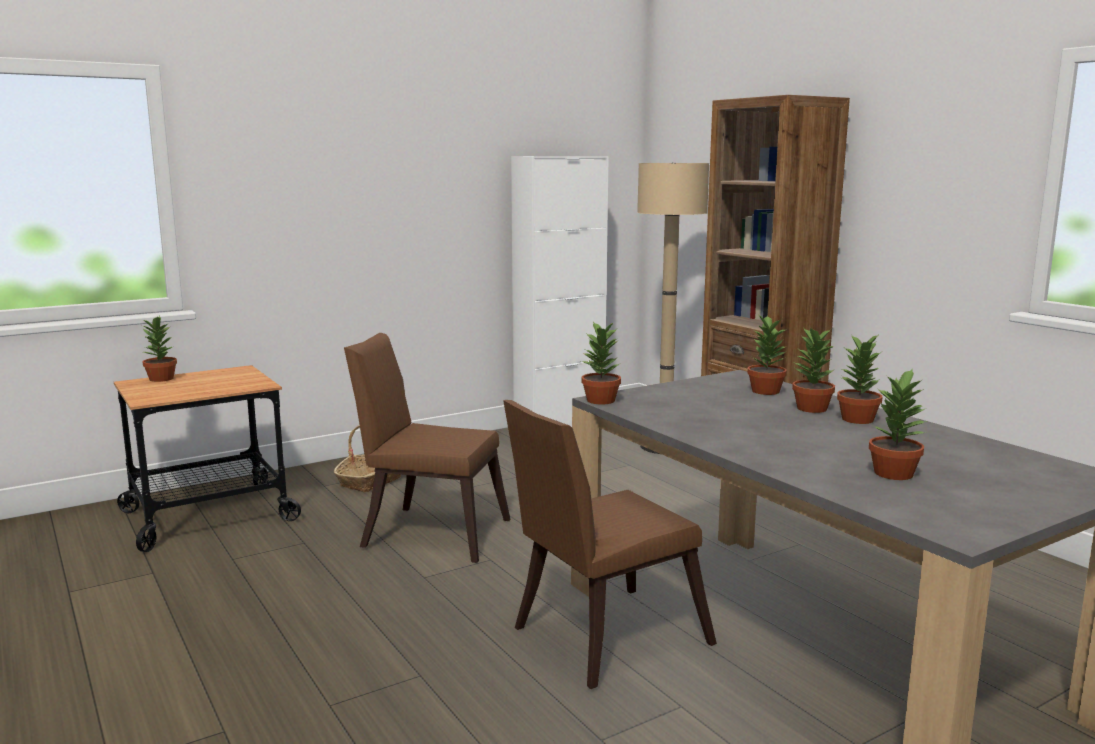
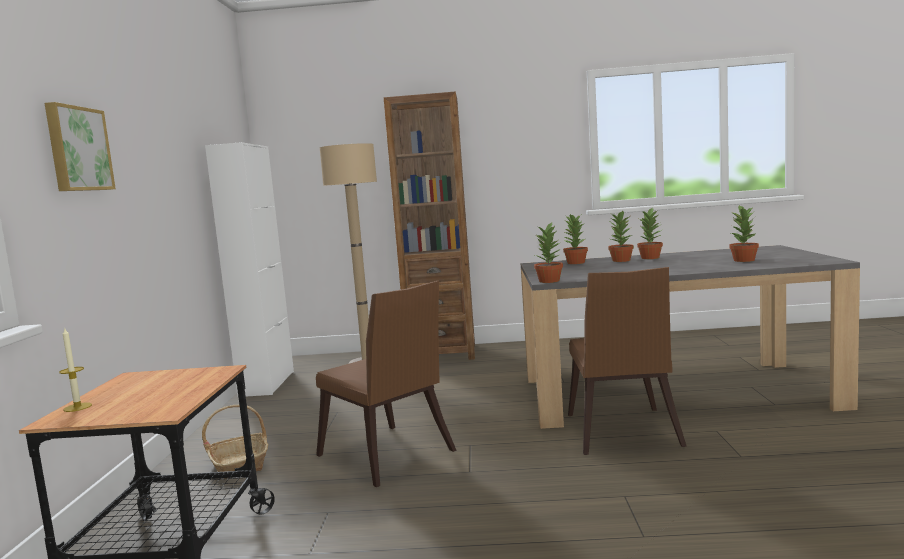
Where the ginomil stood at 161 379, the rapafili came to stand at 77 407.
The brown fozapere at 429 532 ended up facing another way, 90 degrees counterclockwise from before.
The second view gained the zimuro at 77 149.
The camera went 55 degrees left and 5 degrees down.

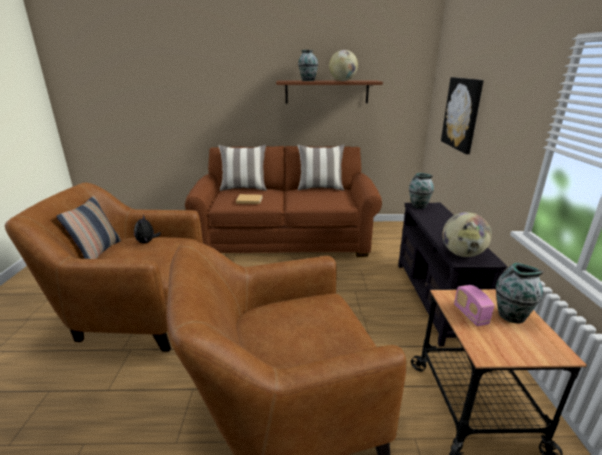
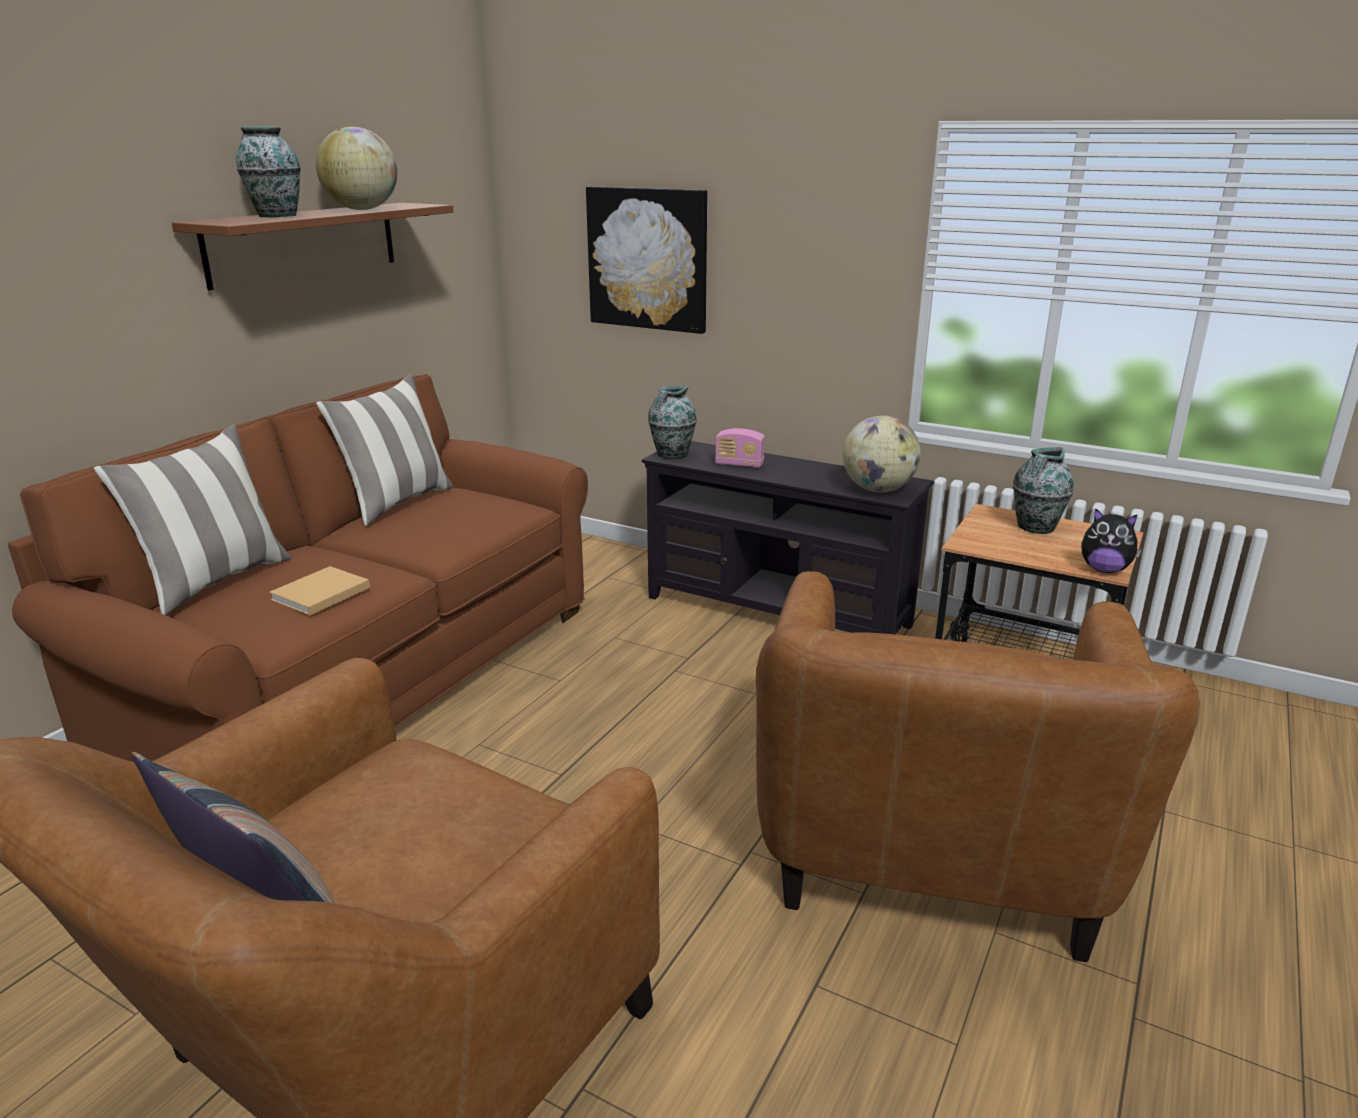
The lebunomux ended up elsewhere, having gone from 147 242 to 1104 570.
The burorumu ended up elsewhere, having gone from 470 315 to 739 464.
The camera went 60 degrees left and 0 degrees up.

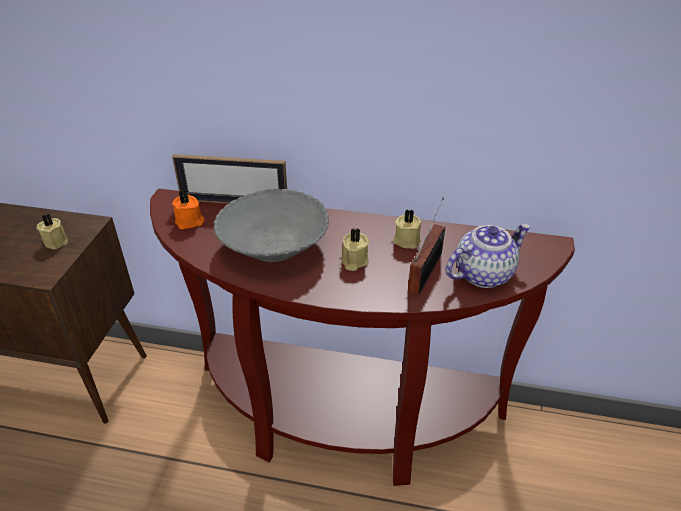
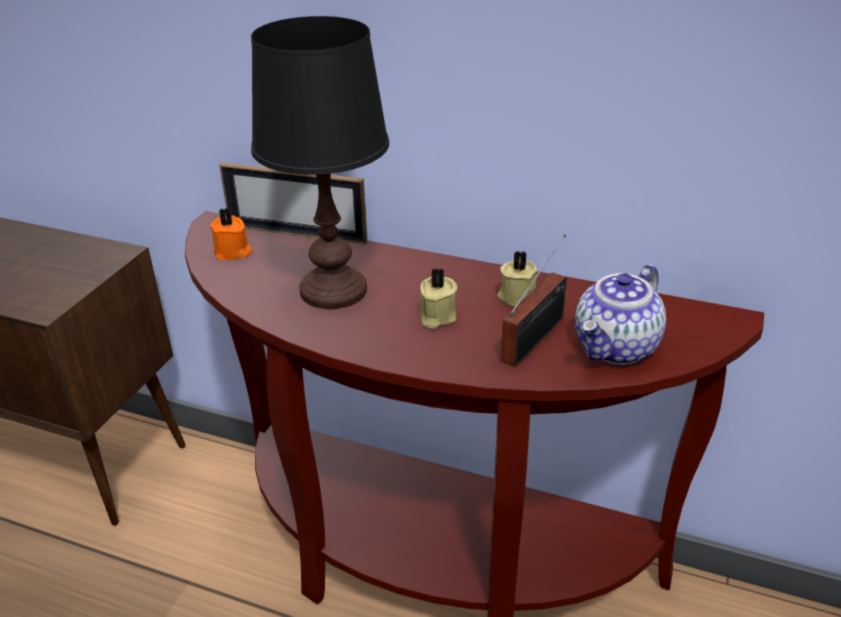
The second view lost the beige rapafili at 57 241.
Where the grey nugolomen stood at 274 246, the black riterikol came to stand at 333 290.
The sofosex at 483 273 ended up facing another way, 150 degrees clockwise from before.
The camera went 10 degrees right and 5 degrees down.

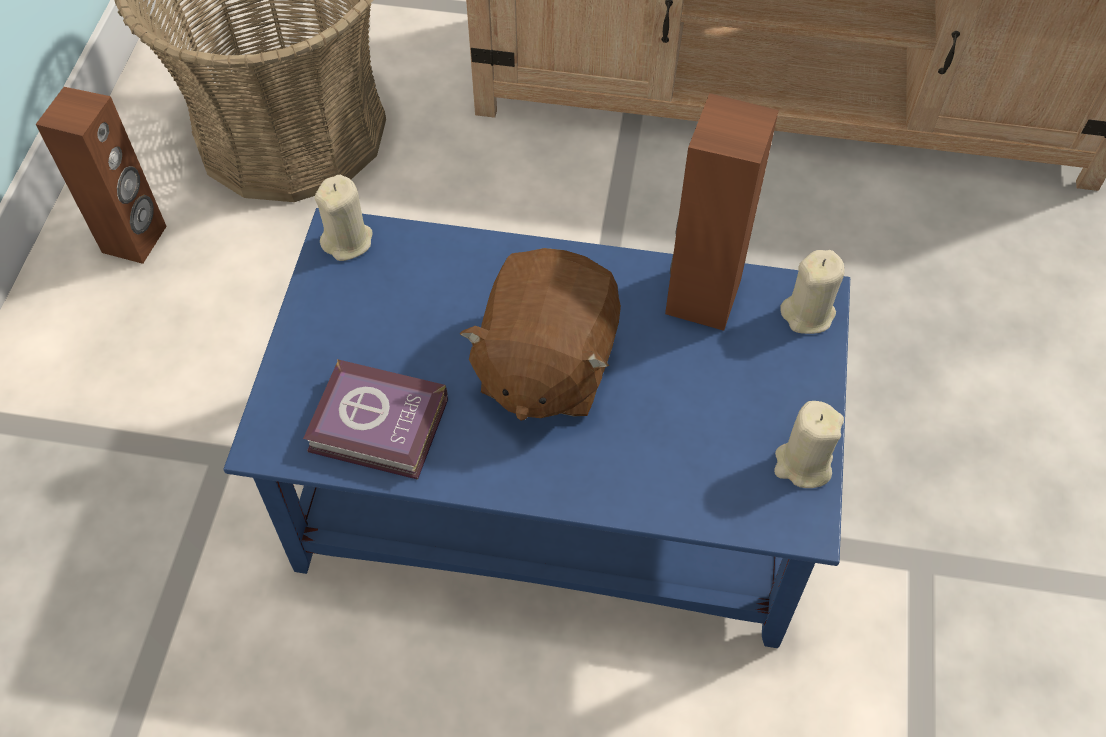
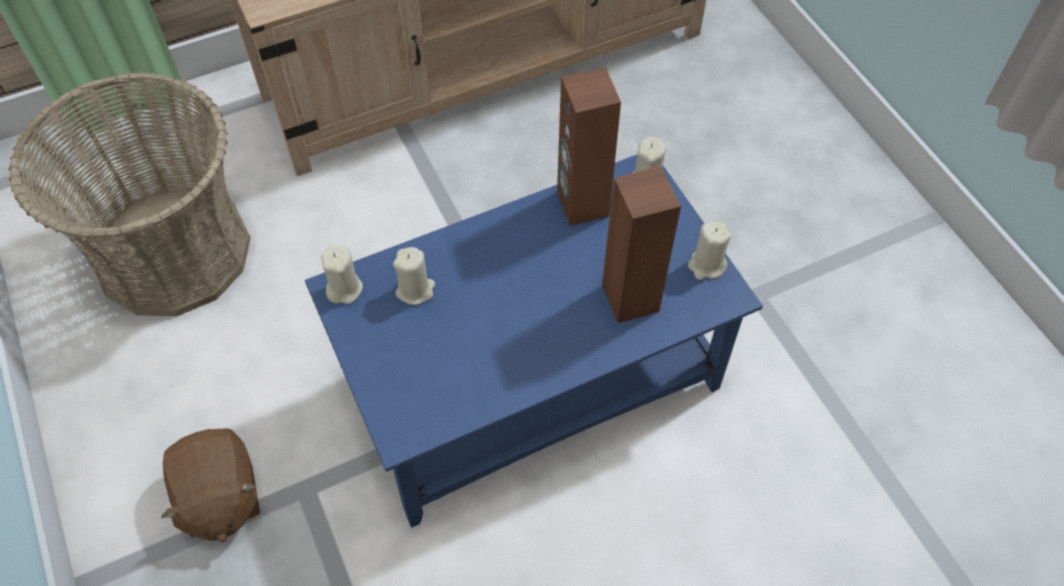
The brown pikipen ended up elsewhere, having gone from 135 239 to 631 298.
The second view lost the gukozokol at 381 428.
The brown lebunomux ended up elsewhere, having gone from 545 366 to 219 498.
The second view gained the beige rapafili at 415 290.
The camera went 35 degrees left and 0 degrees up.

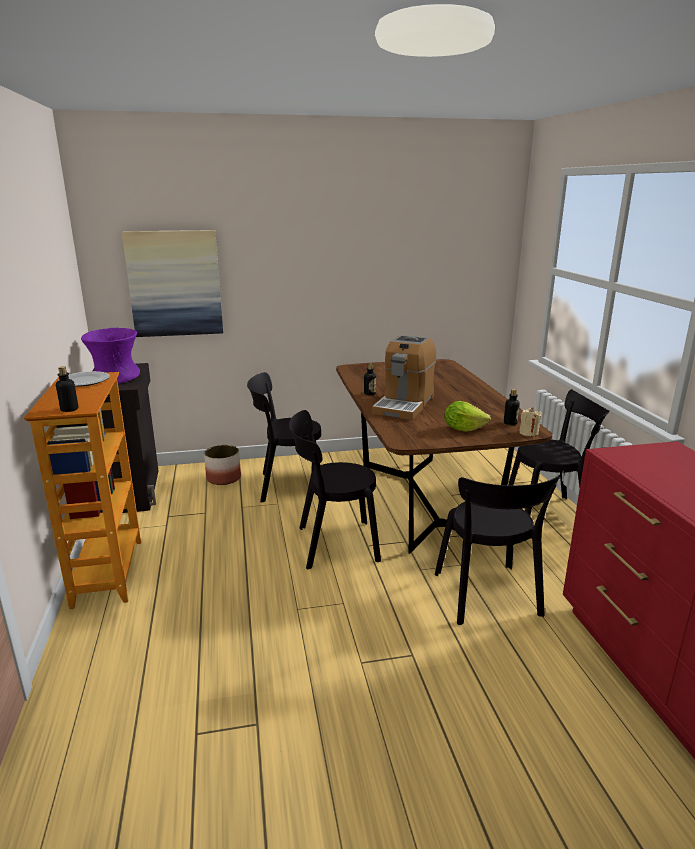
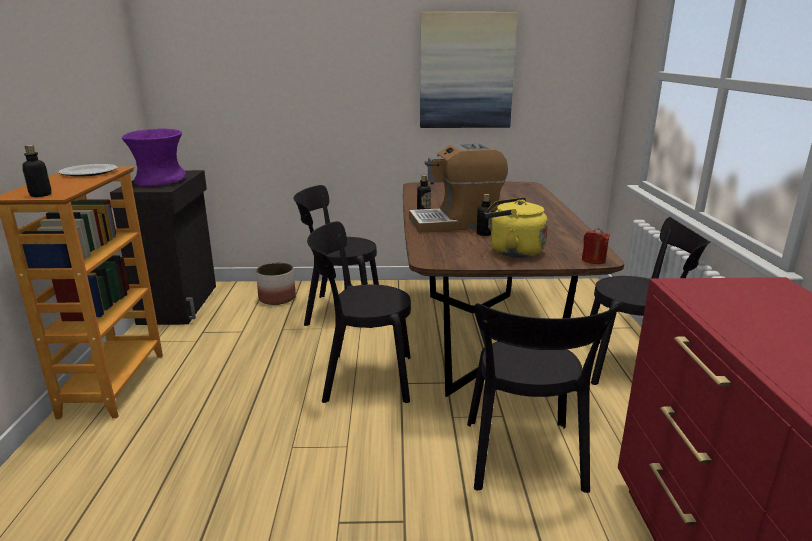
The zimuro ended up elsewhere, having gone from 175 284 to 466 71.
The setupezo at 404 405 ended up facing another way, 45 degrees clockwise from before.
Where the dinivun stood at 463 429, the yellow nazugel came to stand at 512 251.
The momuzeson ended up elsewhere, having gone from 510 423 to 484 234.
What was the beige rapafili at 528 433 turned into the red rapafili at 593 260.
The camera went 10 degrees right and 0 degrees up.

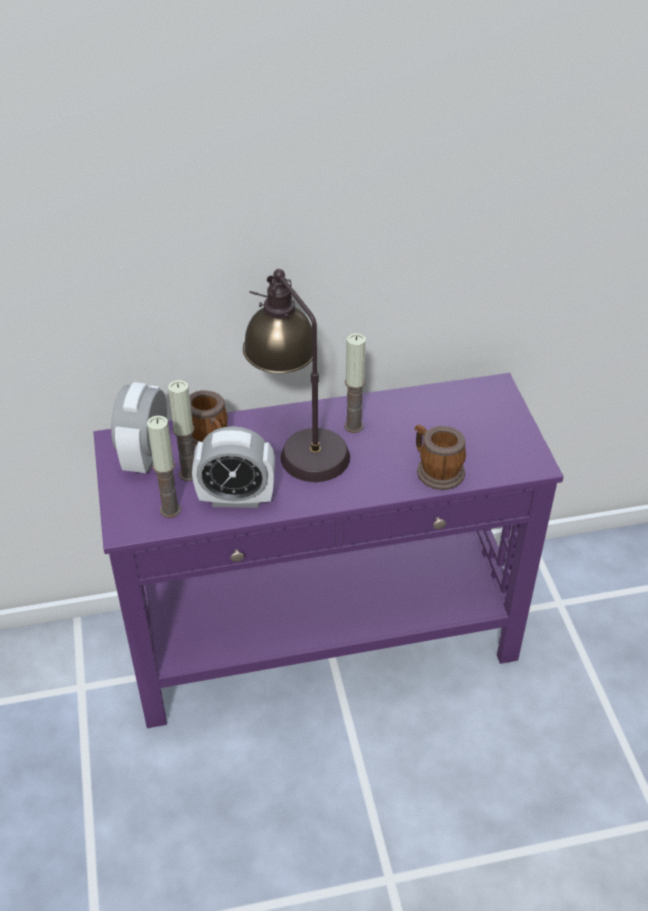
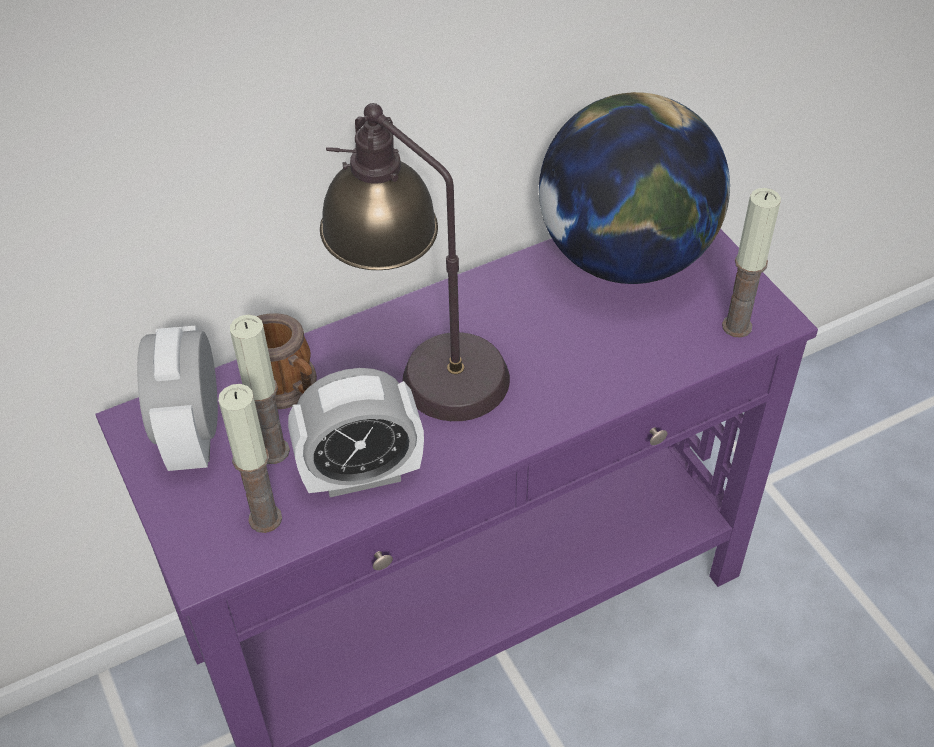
The rapafili ended up elsewhere, having gone from 354 426 to 737 326.
The second view lost the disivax at 436 470.
The second view gained the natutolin at 625 257.
The camera went 15 degrees left and 5 degrees up.

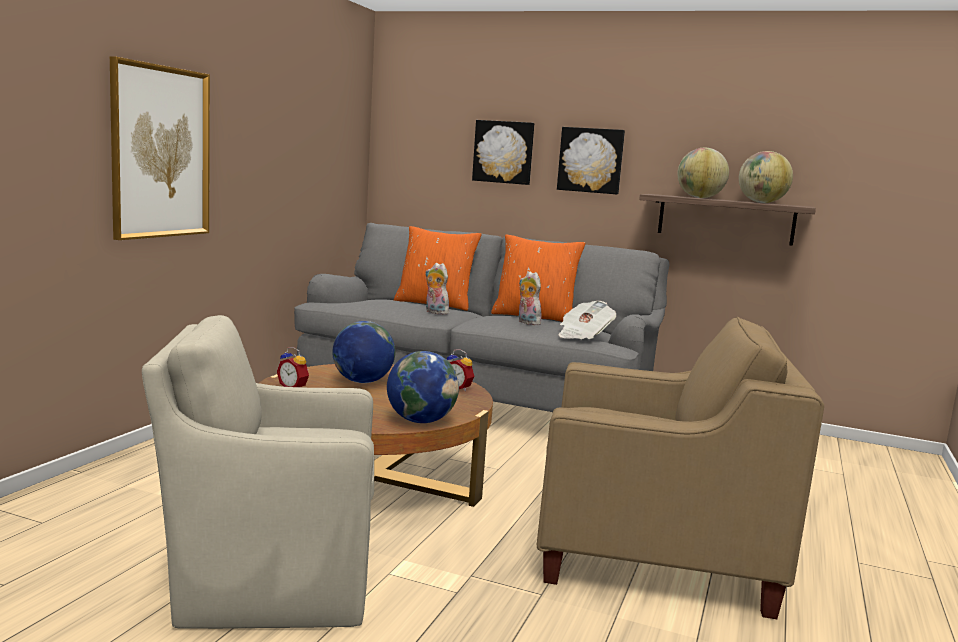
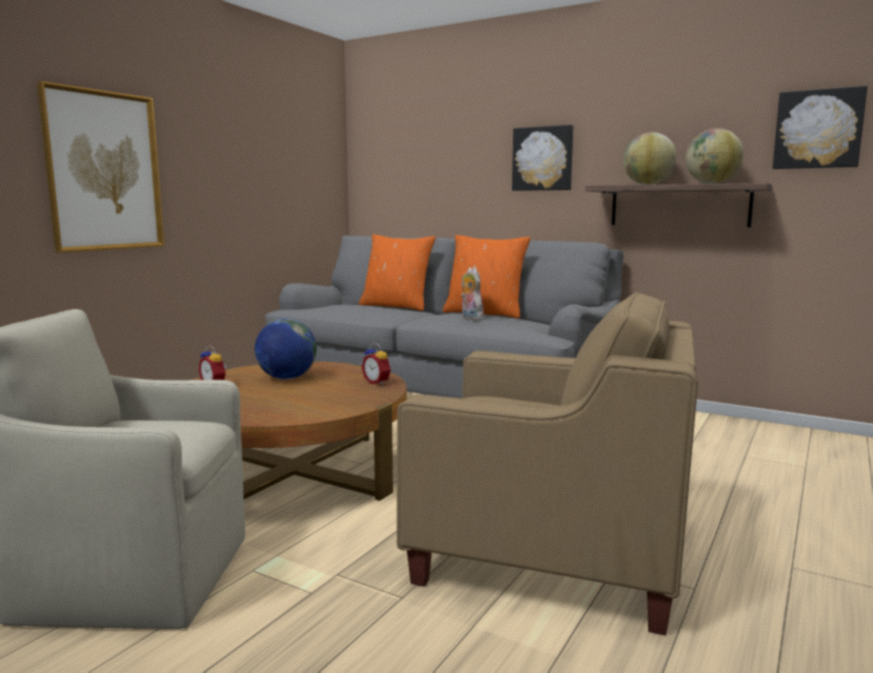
The second view lost the natutolin at 420 421.
The second view lost the lebunomux at 435 312.
The zimuro ended up elsewhere, having gone from 503 152 to 818 129.
The second view lost the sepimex at 583 335.
The camera went 10 degrees right and 0 degrees up.

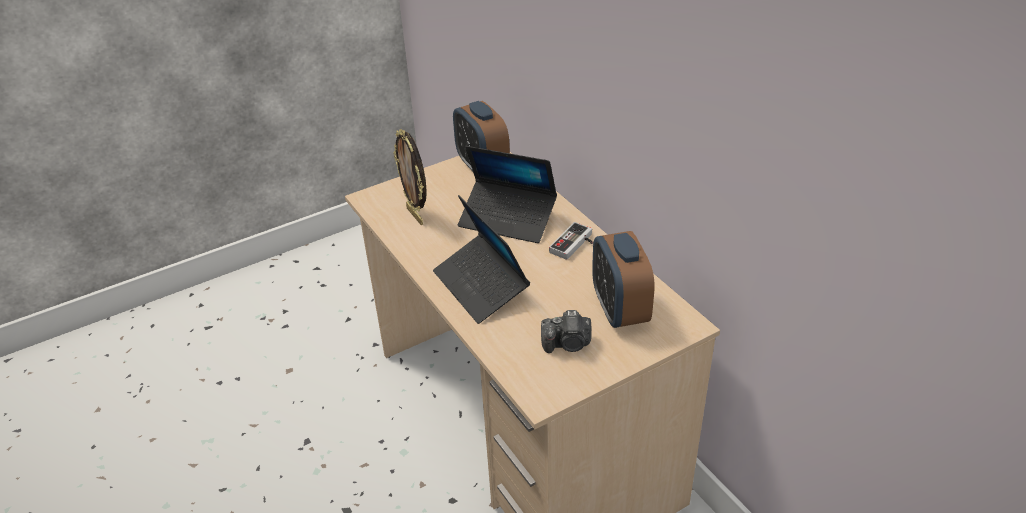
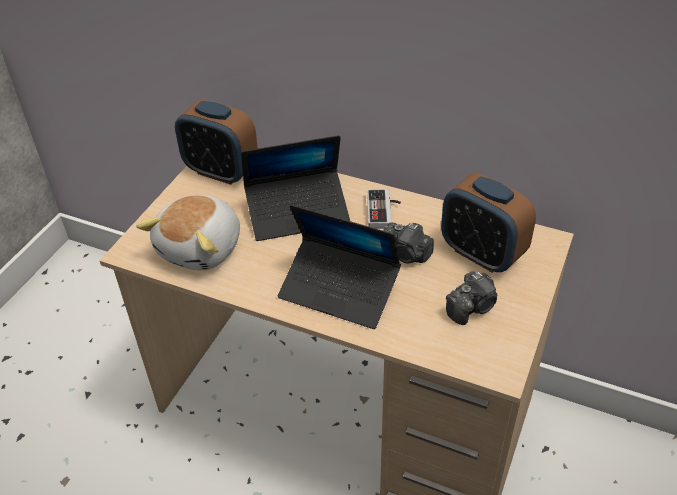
Where the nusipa stood at 416 216, the lebunomux came to stand at 202 248.
The second view gained the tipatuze at 406 255.
The camera went 35 degrees left and 5 degrees up.

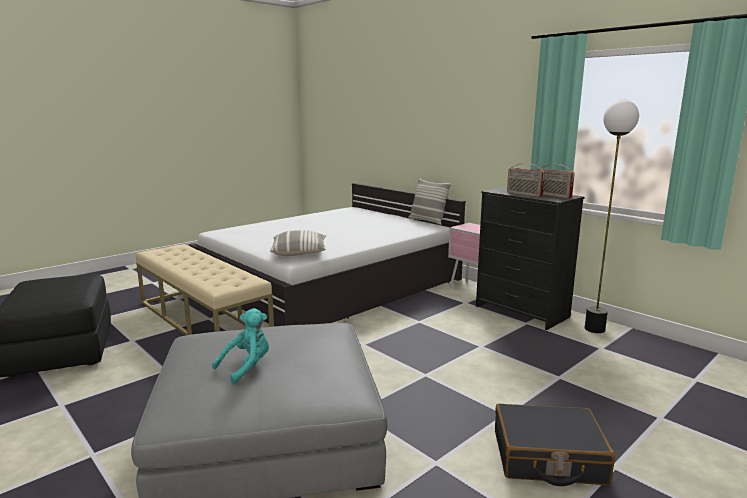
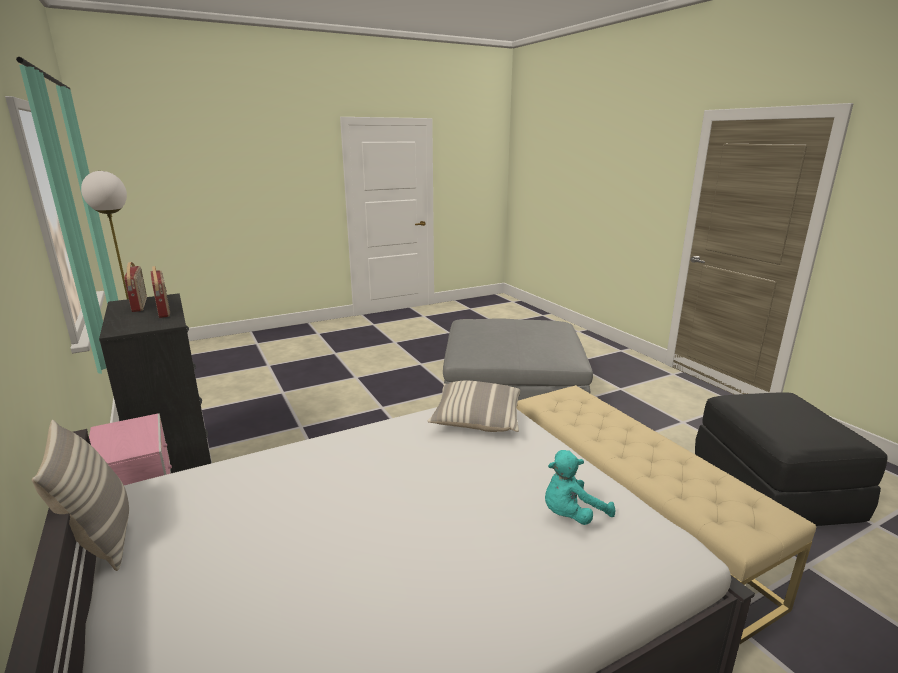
The turquoise lebunomux ended up elsewhere, having gone from 247 367 to 571 515.
The second view lost the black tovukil at 548 458.
The camera went 165 degrees left and 5 degrees up.

